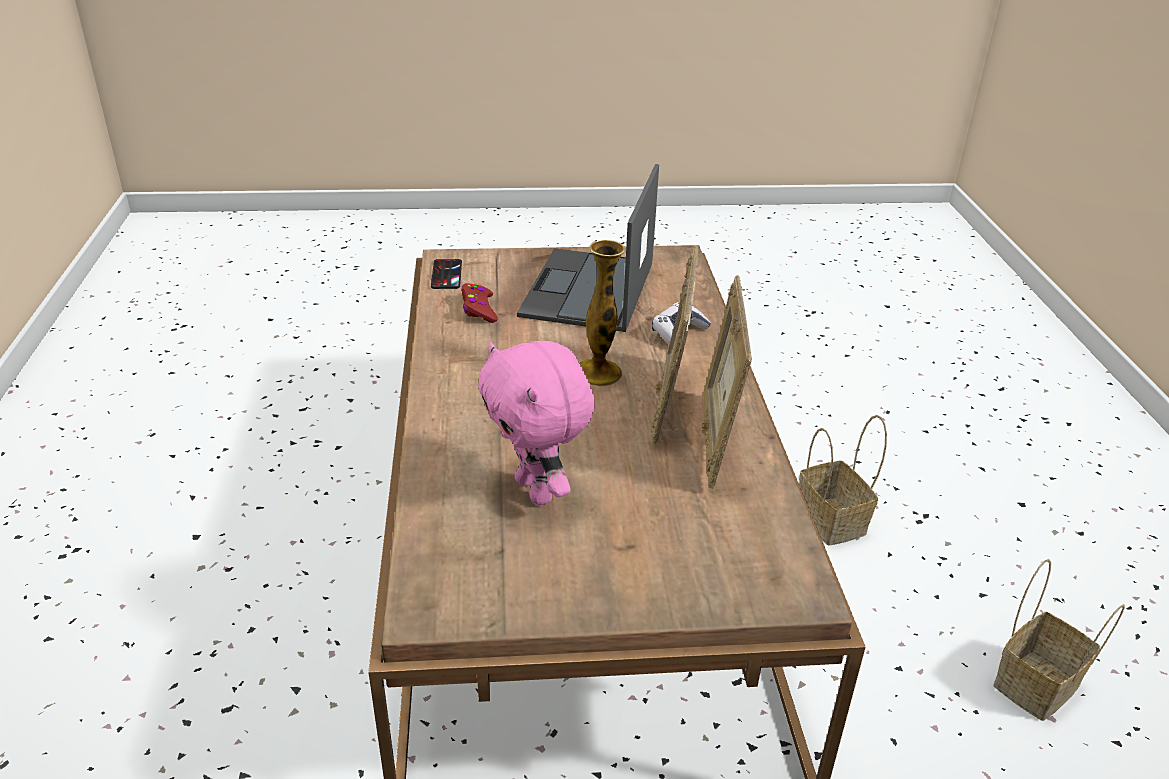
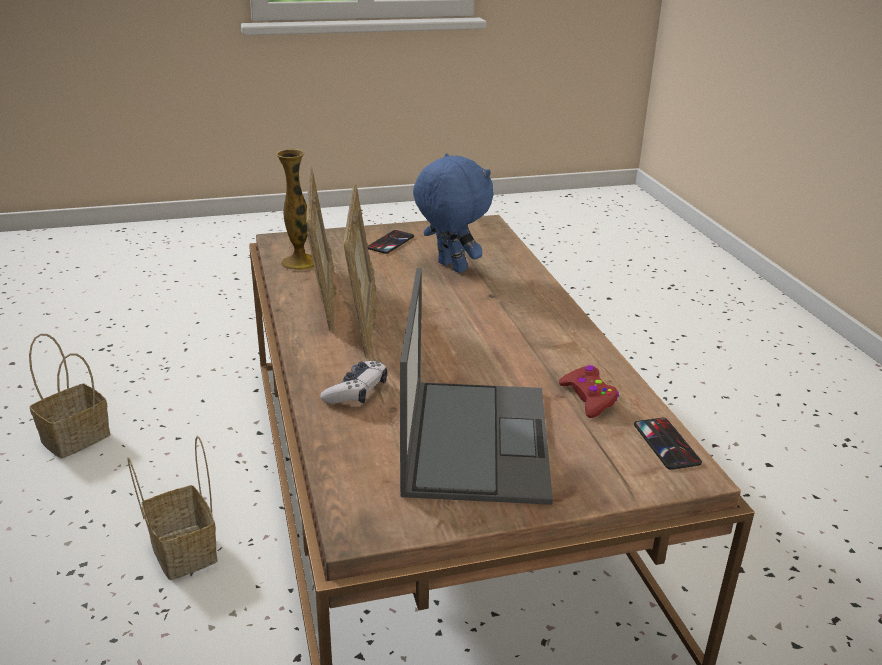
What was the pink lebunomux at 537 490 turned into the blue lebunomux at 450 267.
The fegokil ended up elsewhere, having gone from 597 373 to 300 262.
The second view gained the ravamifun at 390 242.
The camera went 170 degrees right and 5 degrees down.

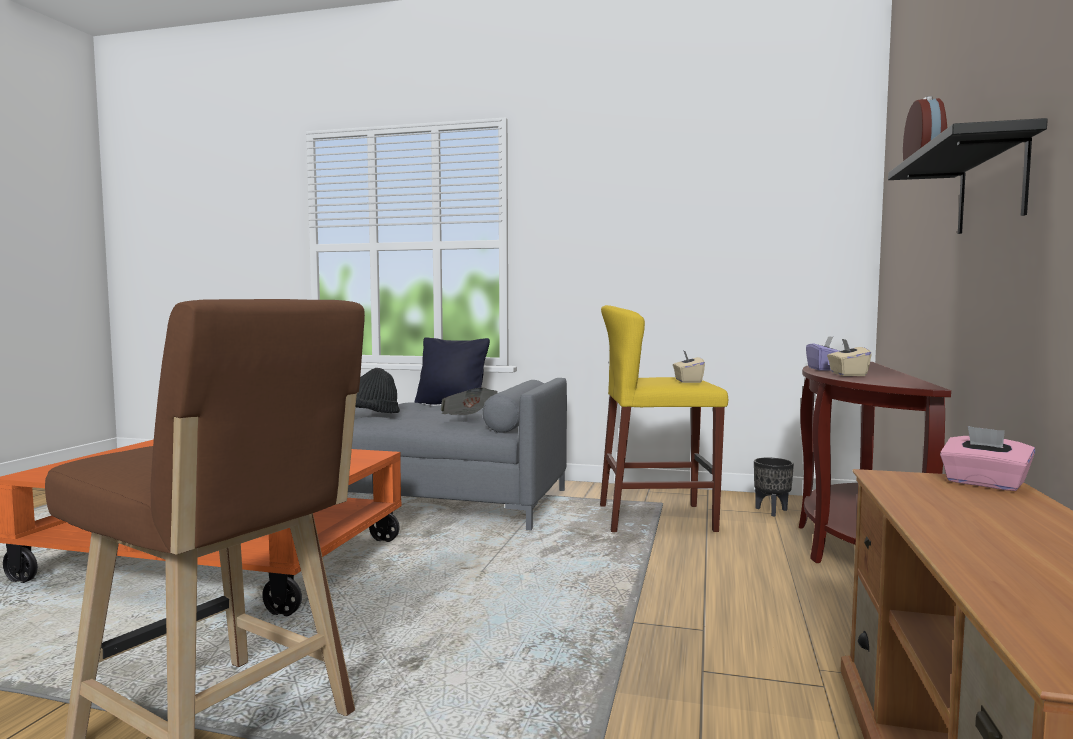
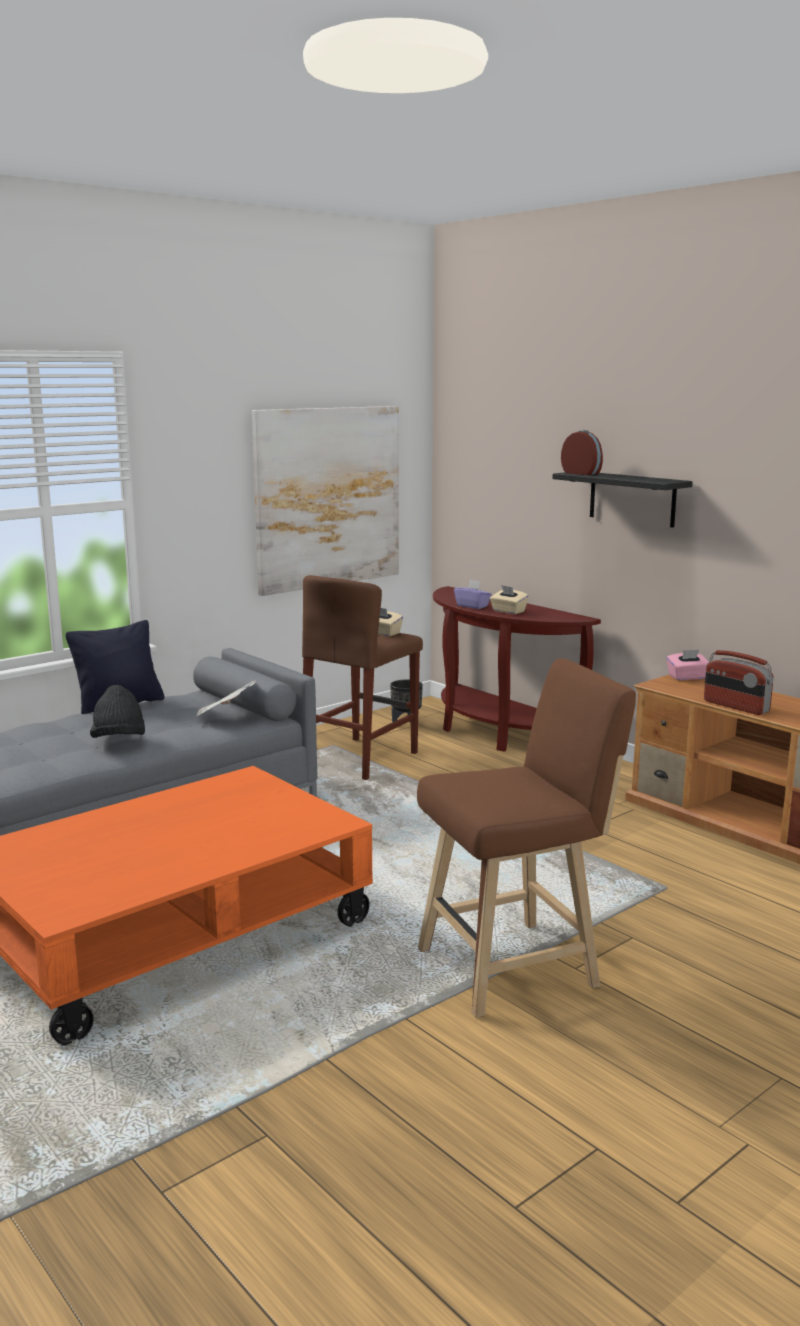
What was the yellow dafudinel at 656 518 turned into the brown dafudinel at 360 758.
The second view gained the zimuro at 328 497.
The second view gained the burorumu at 735 707.
The camera went 55 degrees left and 10 degrees up.

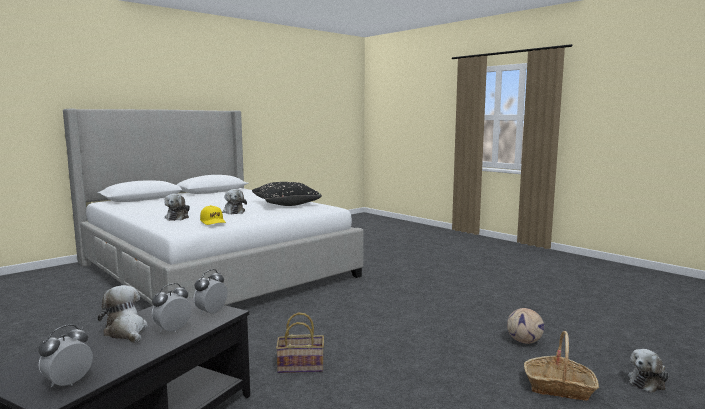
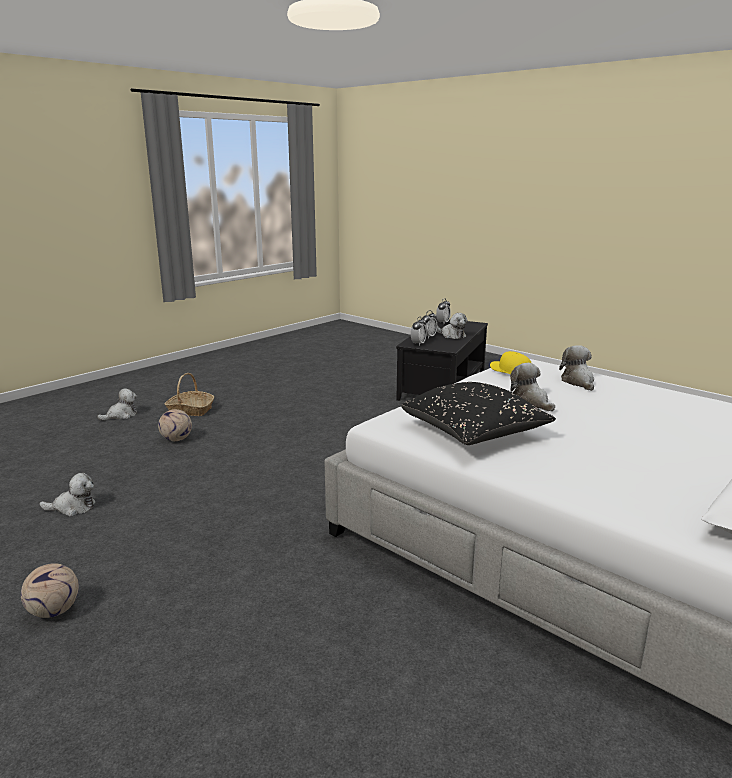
The second view lost the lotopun at 302 366.
The second view gained the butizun at 53 611.
The second view gained the lebunomux at 73 507.
The camera went 175 degrees right and 10 degrees up.

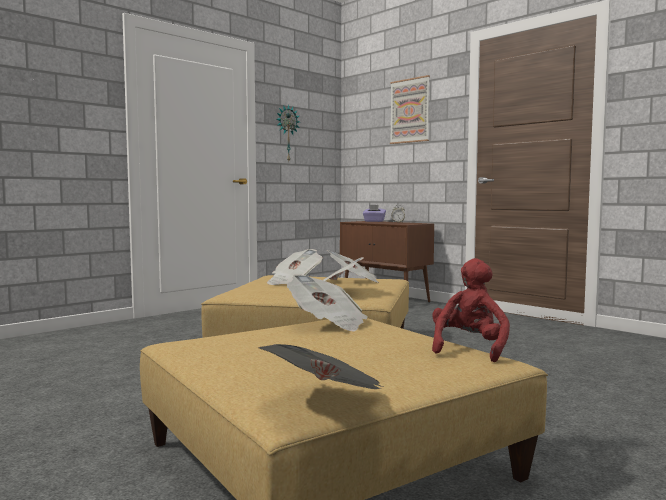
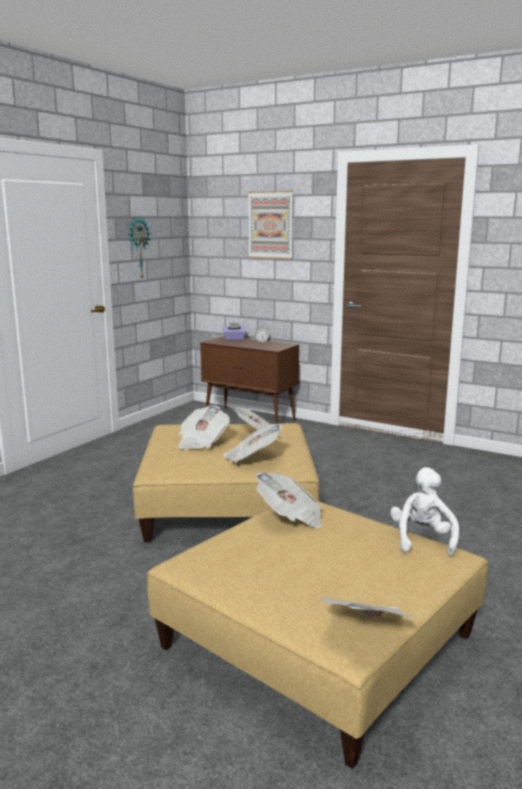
What was the red lebunomux at 469 348 turned into the white lebunomux at 422 539.
The camera went 15 degrees left and 10 degrees up.

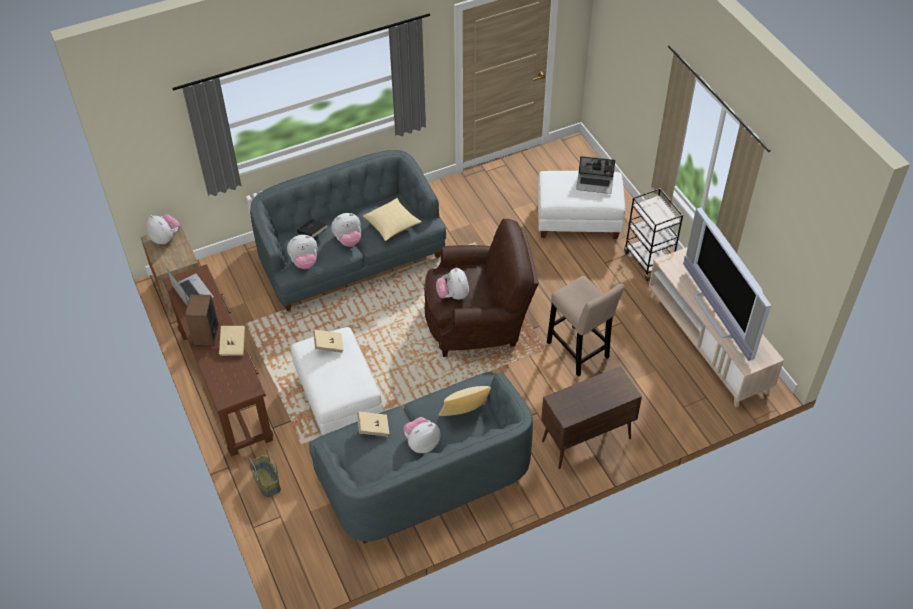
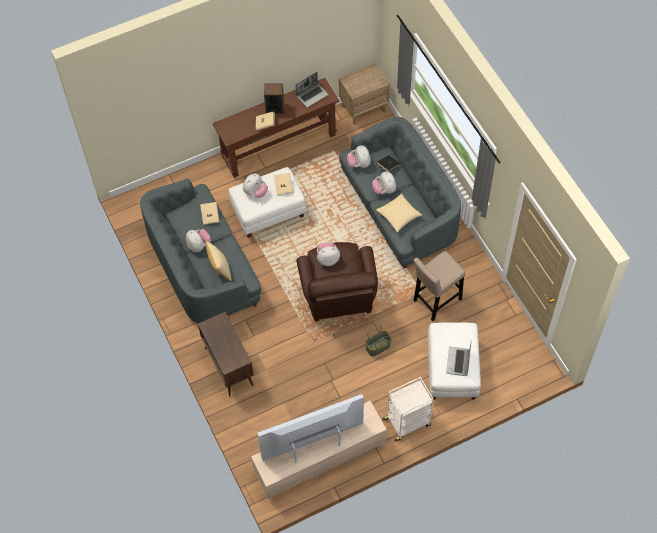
The lebunomux ended up elsewhere, having gone from 165 238 to 255 192.
The lotopun ended up elsewhere, having gone from 266 482 to 378 346.
The beige dafudinel ended up elsewhere, having gone from 579 352 to 435 301.
What was the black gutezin at 648 261 turned into the white gutezin at 407 422.
The camera went 90 degrees right and 10 degrees up.

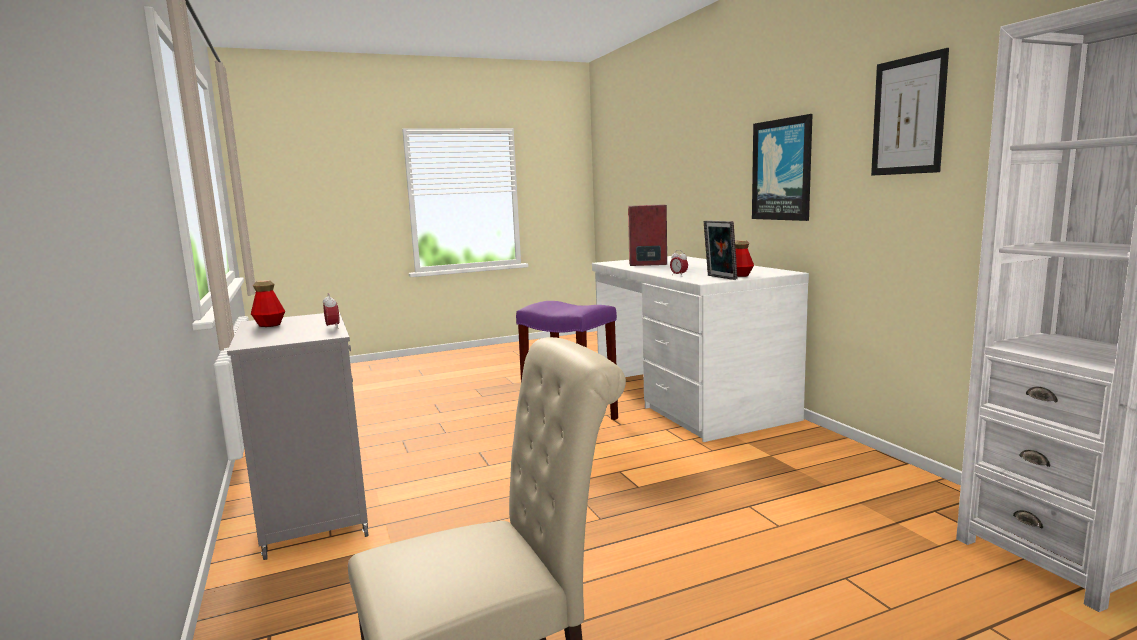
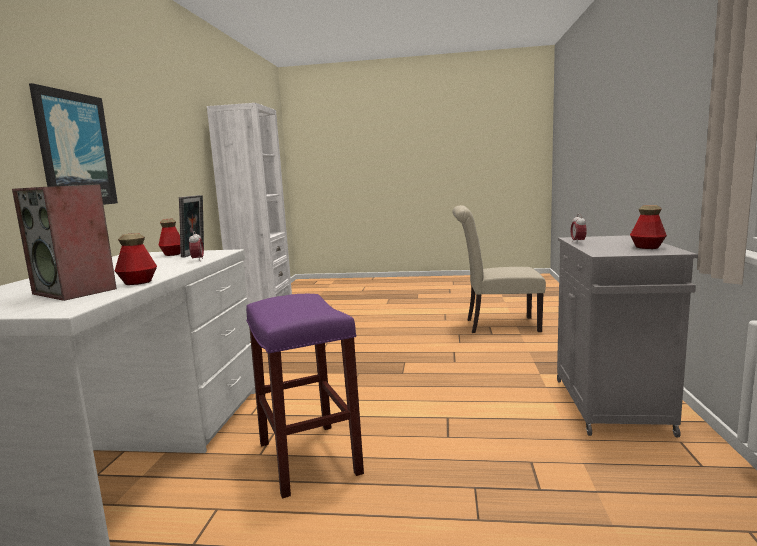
The second view lost the zimuro at 908 116.
The second view gained the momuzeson at 138 282.
The camera went 150 degrees left and 0 degrees up.

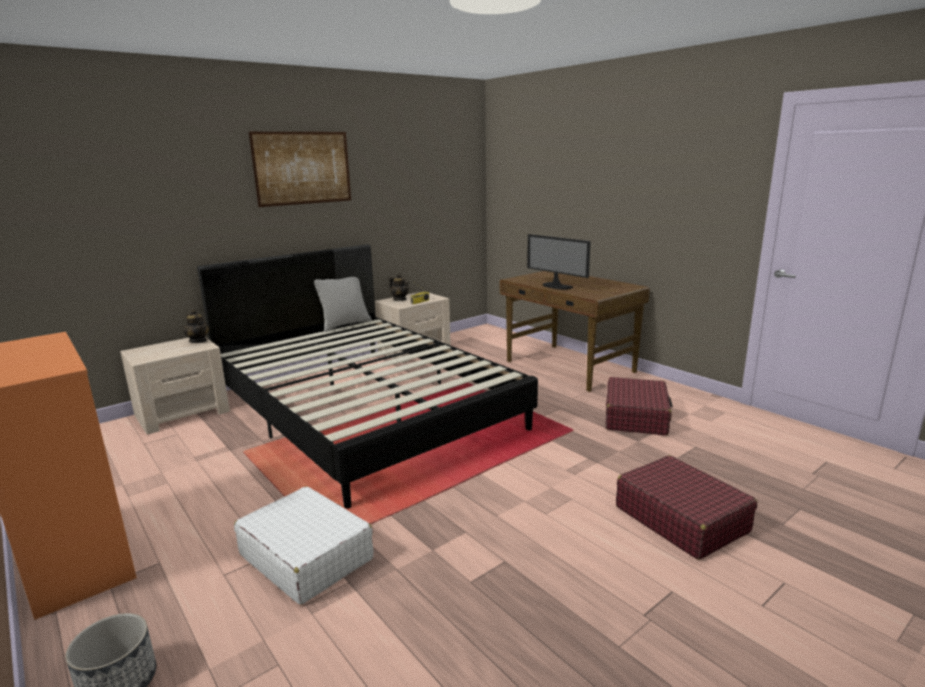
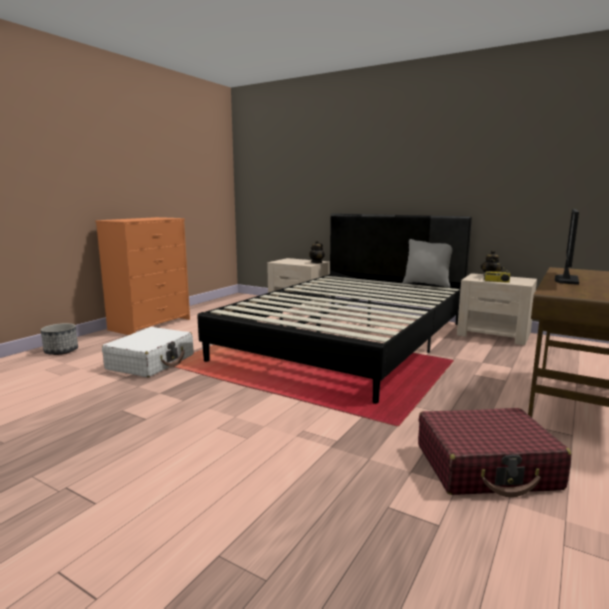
The second view lost the zimuro at 303 168.
The second view lost the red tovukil at 680 519.
The camera went 70 degrees right and 5 degrees down.

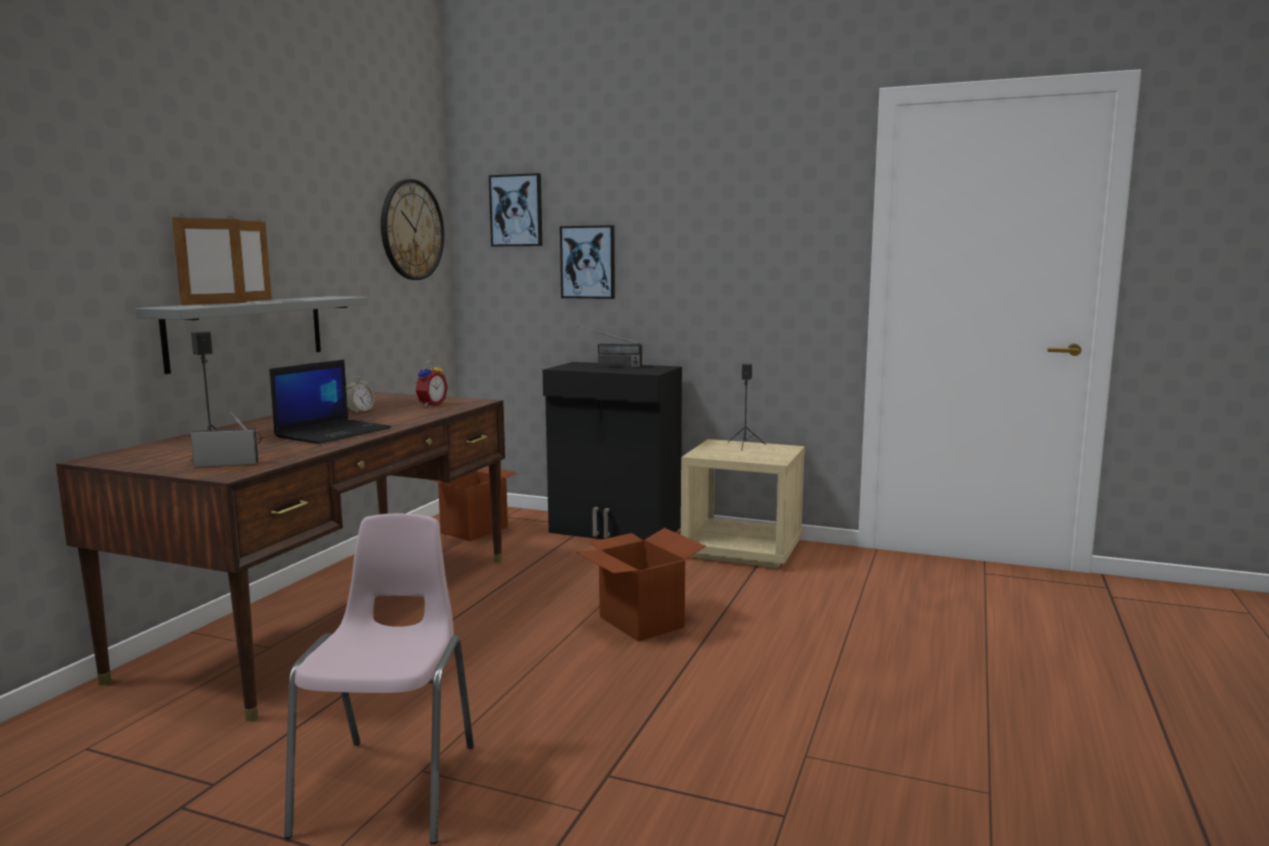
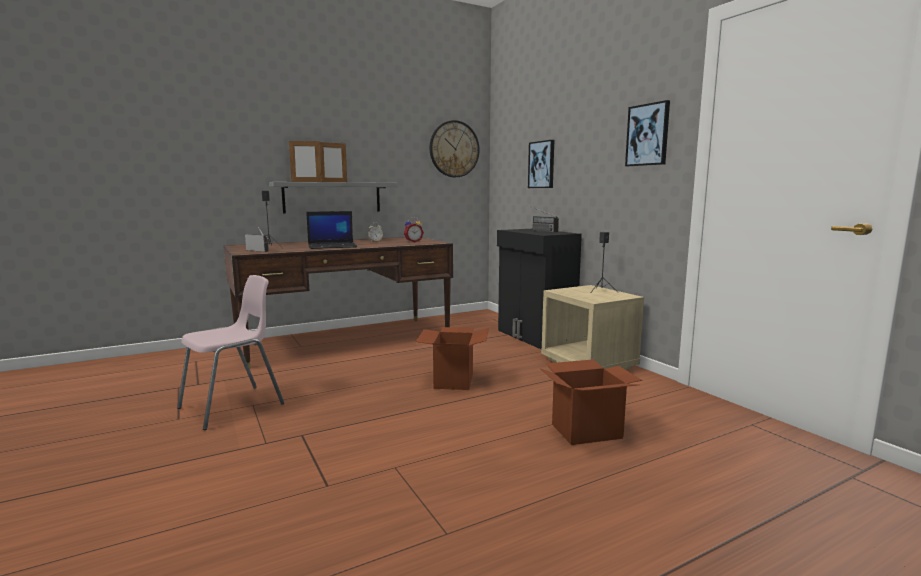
The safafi ended up elsewhere, having gone from 474 530 to 587 431.
The zimuro ended up elsewhere, having gone from 516 210 to 648 135.
The camera went 40 degrees right and 0 degrees up.

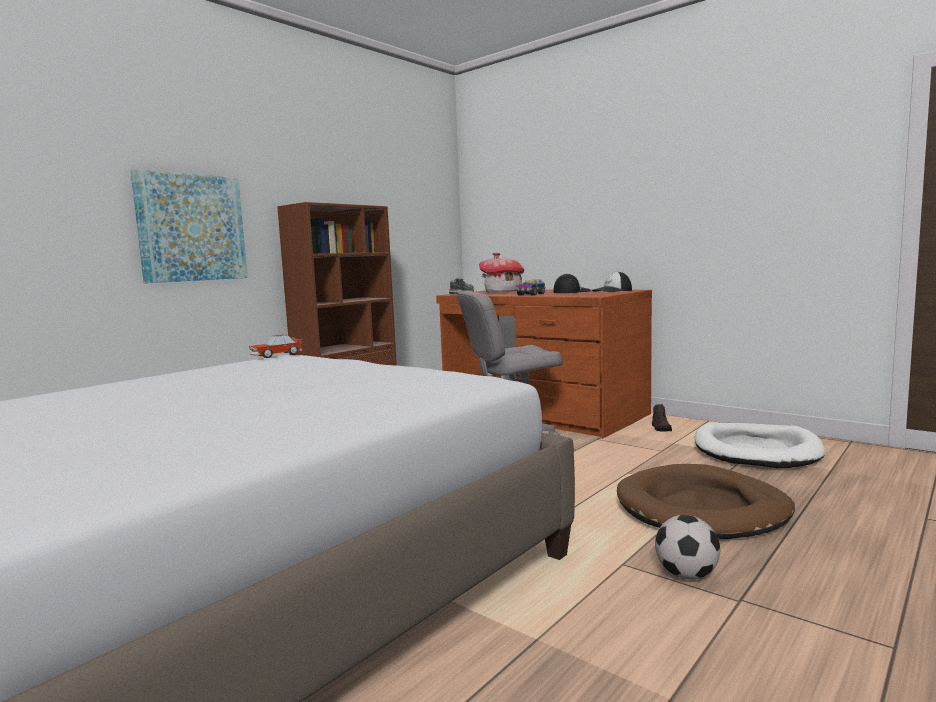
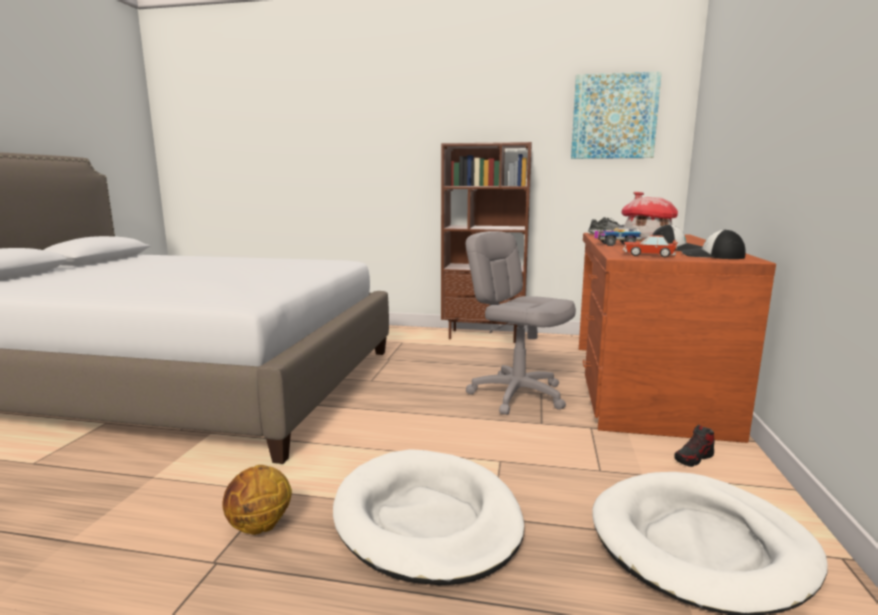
The zimuro ended up elsewhere, having gone from 191 228 to 614 116.
The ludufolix ended up elsewhere, having gone from 276 355 to 648 255.
What was the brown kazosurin at 702 509 turned into the white kazosurin at 427 519.
Where the butizun stood at 686 575, the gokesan came to stand at 259 527.
The camera went 60 degrees right and 5 degrees up.

